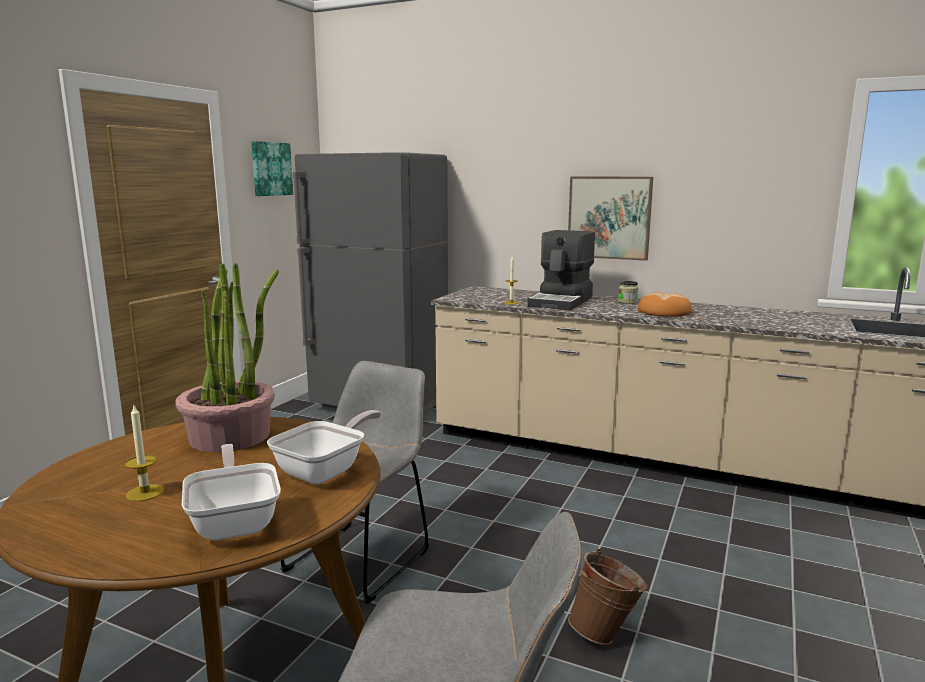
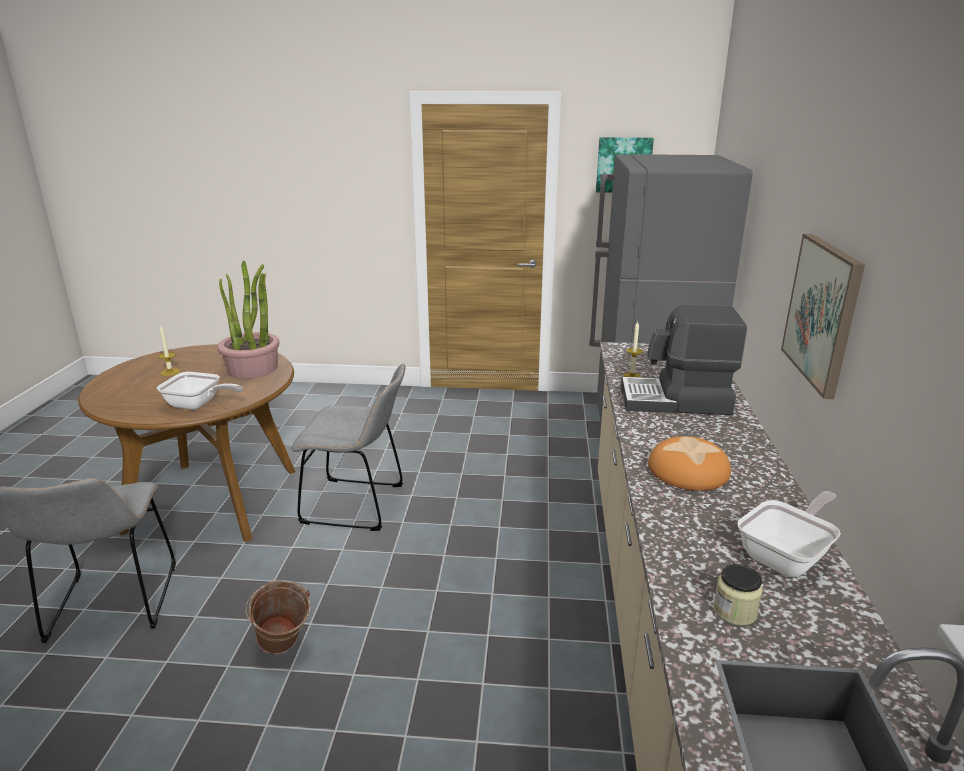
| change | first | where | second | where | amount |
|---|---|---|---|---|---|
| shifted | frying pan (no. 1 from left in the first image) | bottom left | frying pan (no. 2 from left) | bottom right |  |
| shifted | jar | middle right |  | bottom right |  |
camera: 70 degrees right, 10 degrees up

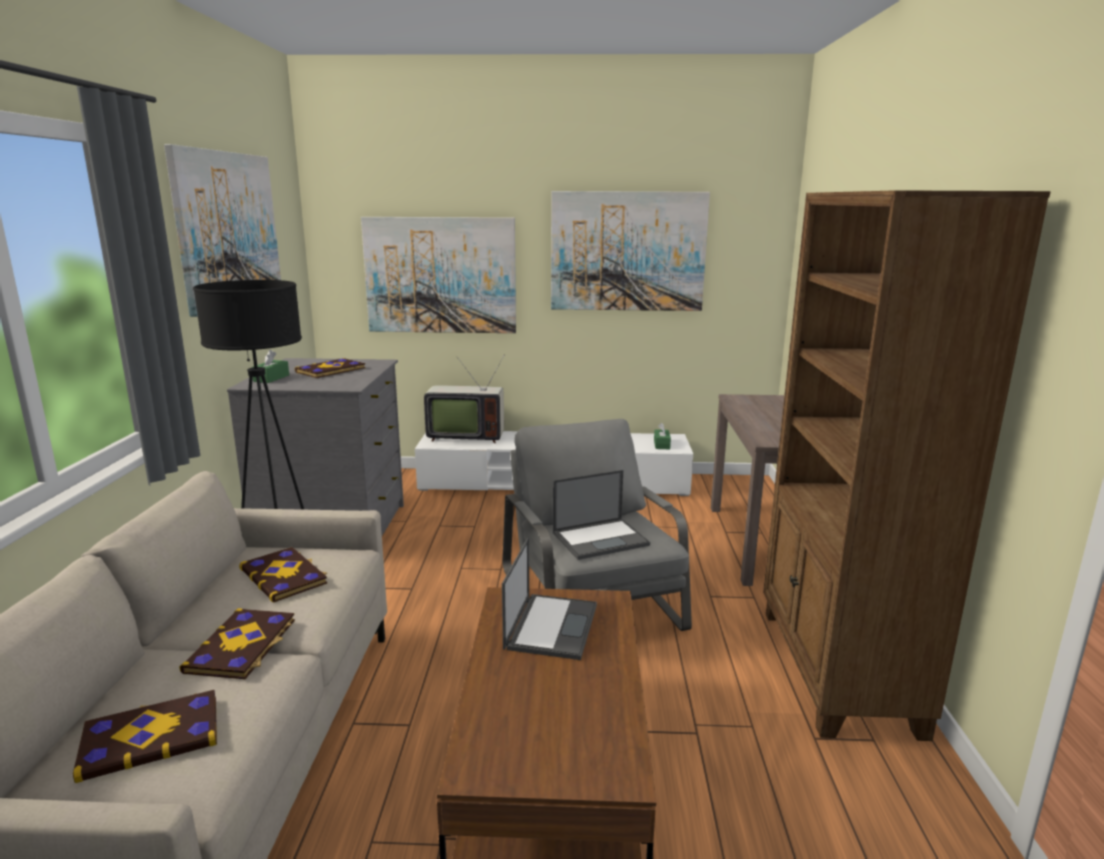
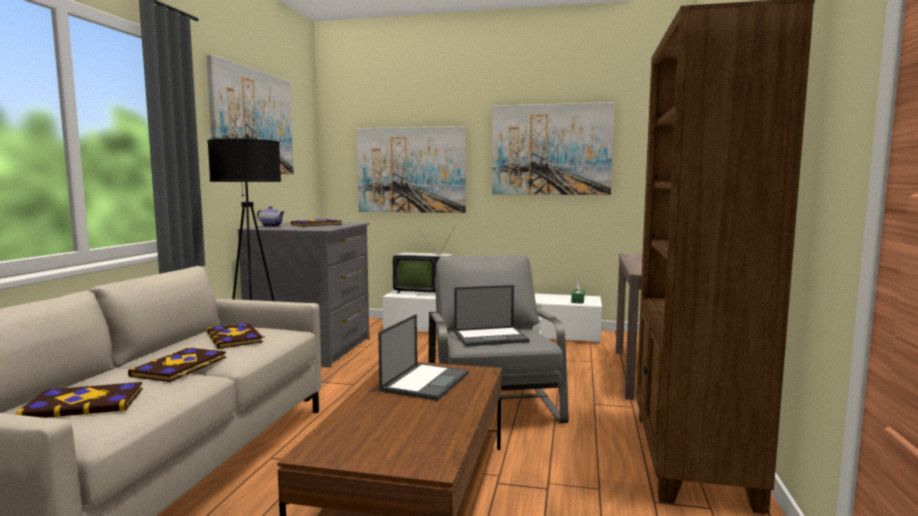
| change | first | where | second | where | amount |
|---|---|---|---|---|---|
| swapped | box of tissues/green-coloured (no. 1 from left) | middle left | pot for tea | middle left |  |
camera: 10 degrees right, 10 degrees down

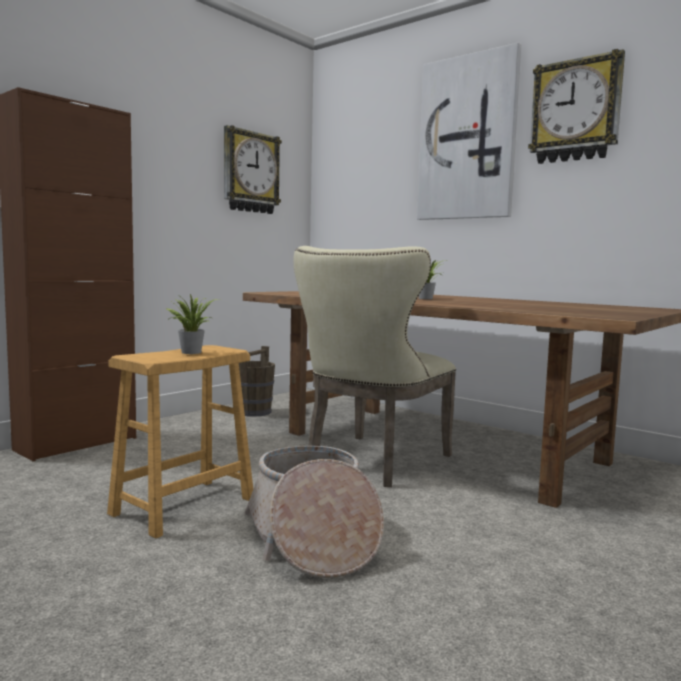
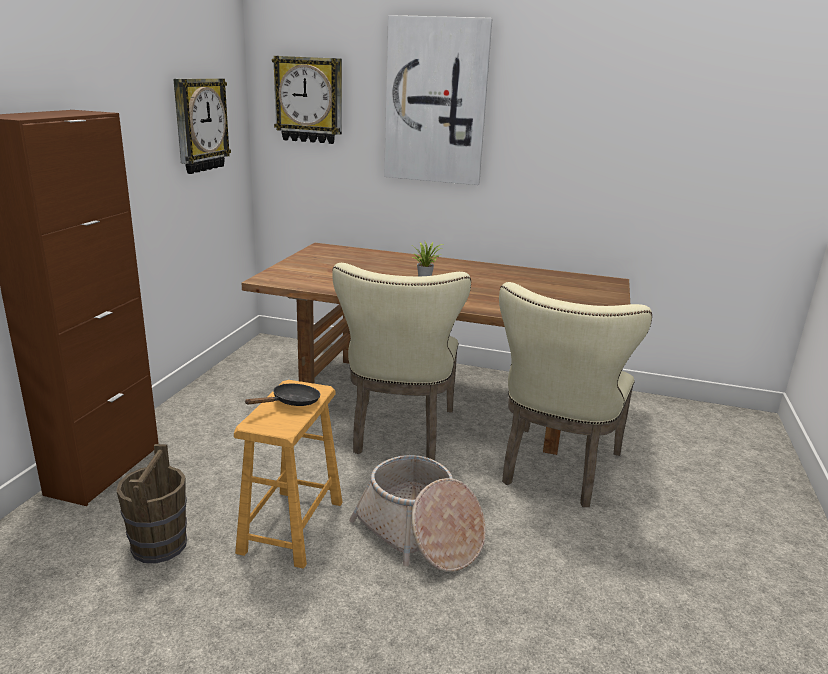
| change | first | where | second | where | amount |
|---|---|---|---|---|---|
| swapped | plant in a pot (no. 1 from left) | middle left | frying pan/black | centre |  |
| shifted | bucket/brown-coloured | centre |  | bottom left |  |
| shifted | hanging clock (no. 2 from left) | top right |  | top centre |  |
| new |  |  | chair/beige (no. 2 from left) | middle right |  |
camera: 25 degrees left, 15 degrees up

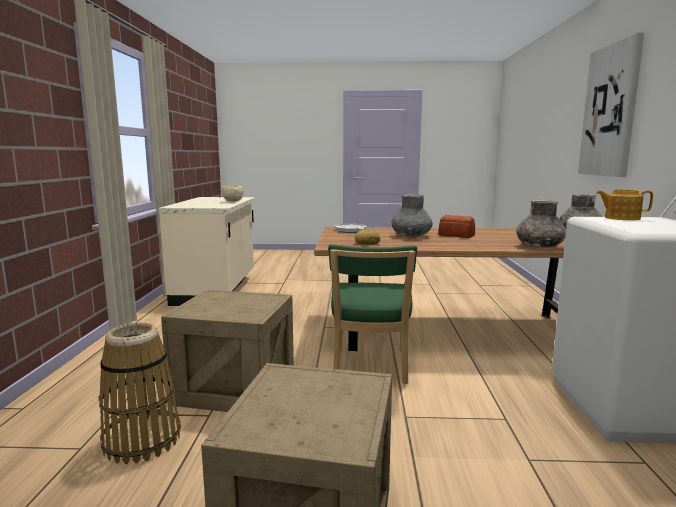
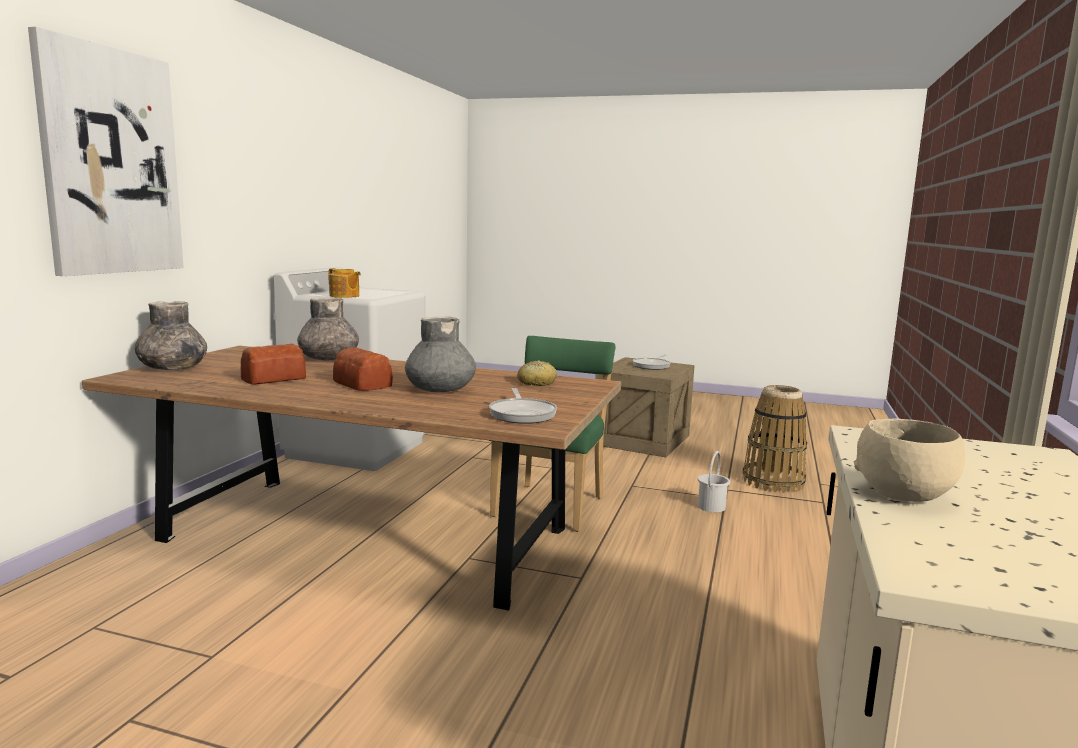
| change | first | where | second | where | amount |
|---|---|---|---|---|---|
| swapped | shipping crate (no. 1 from left) | bottom centre | bucket/white-coloured | centre |  |
| new |  |  | bakery bread (no. 1 from left) | middle left |  |
| new |  |  | frying pan (no. 2 from left) | centre |  |
camera: 165 degrees left, 0 degrees up

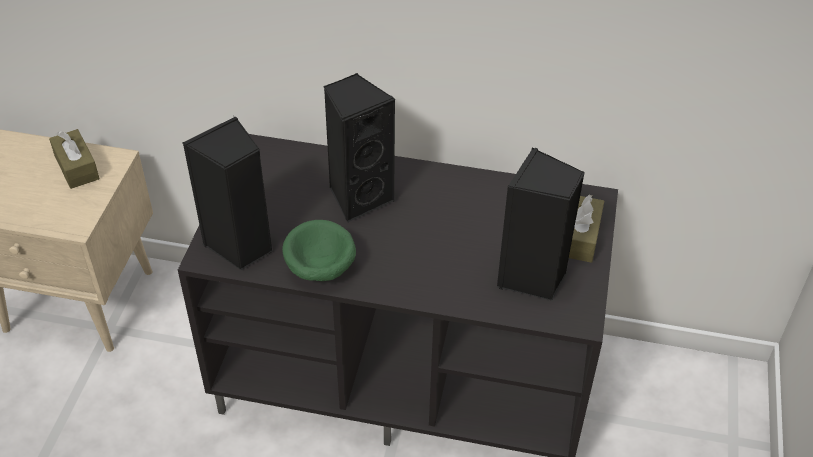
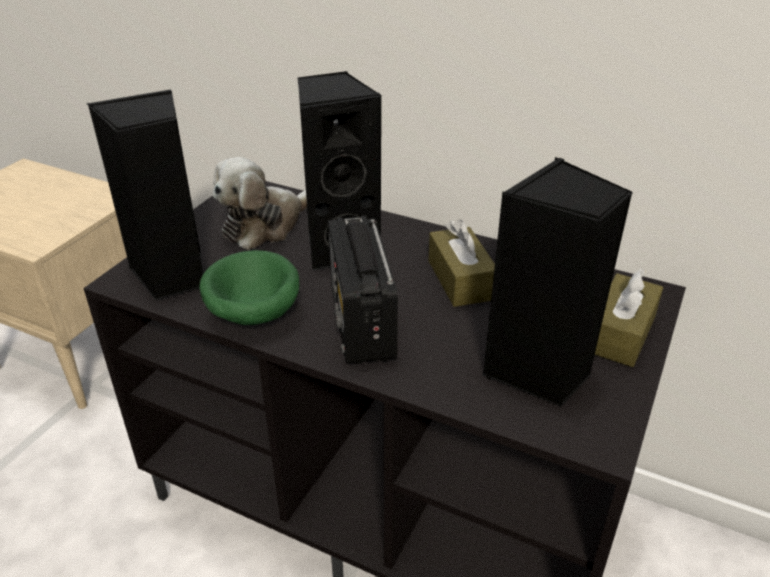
| change | first | where | second | where | amount |
|---|---|---|---|---|---|
| shifted | box of tissues/brown-coloured (no. 1 from left) | middle left |  | centre |  |
| new |  |  | plush toy | centre |  |
| new |  |  | radio receiver | centre |  |
camera: 15 degrees right, 10 degrees down

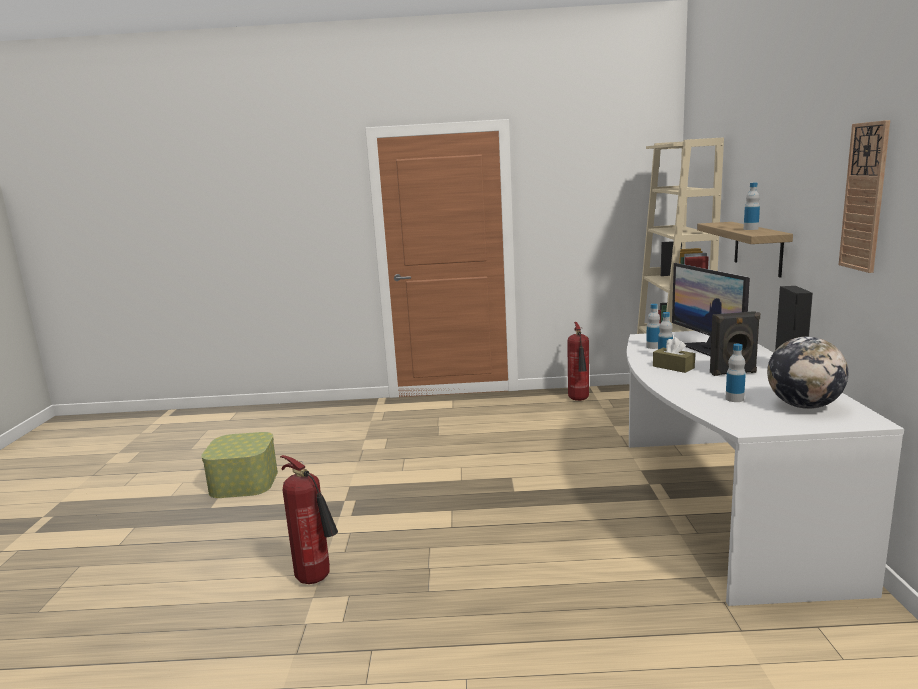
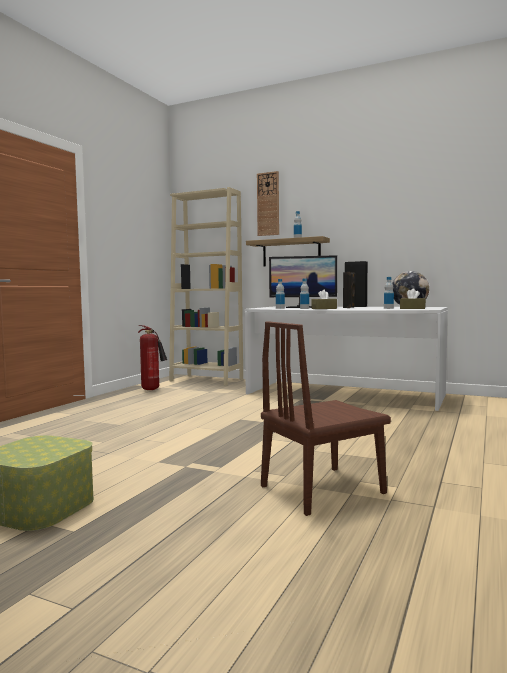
| change | first | where | second | where | amount |
|---|---|---|---|---|---|
| swapped | fire extinguisher (no. 1 from left) | bottom centre | chair/brown-coloured | centre |  |
| shifted | hanging clock | top right |  | top centre |  |
| new |  |  | box of tissues/brown-coloured (no. 2 from left) | middle right |  |
camera: 65 degrees left, 10 degrees down

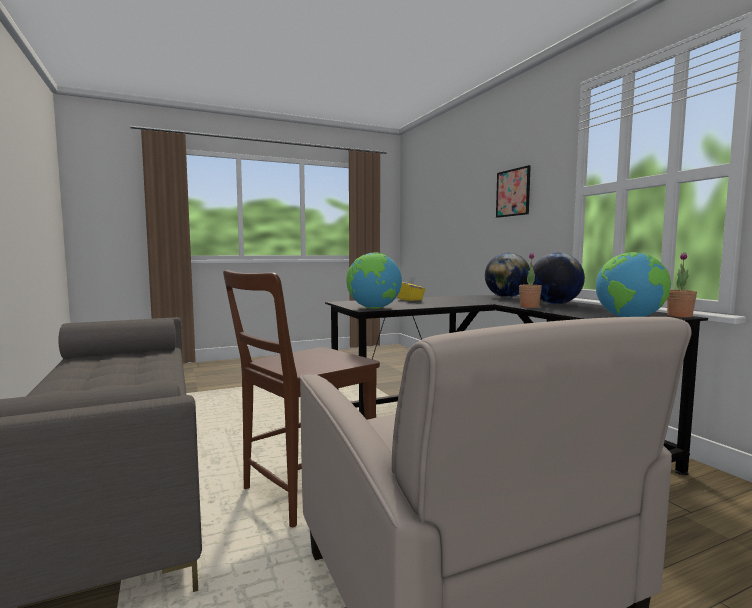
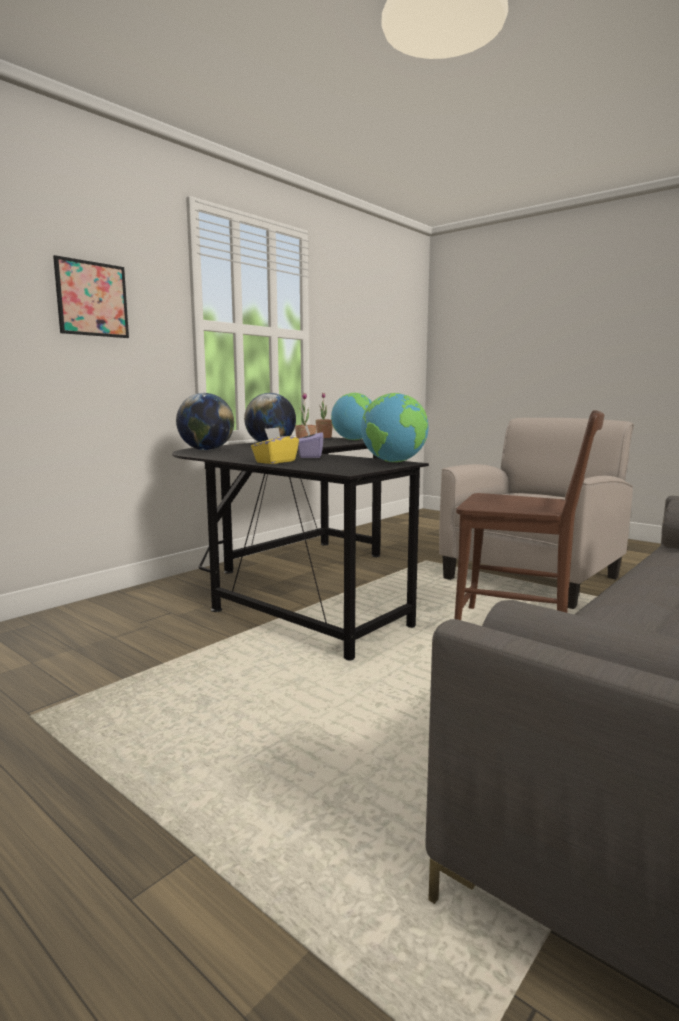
| change | first | where | second | where | amount |
|---|---|---|---|---|---|
| new |  |  | box of tissues/purple-coloured | centre |  |
camera: 115 degrees left, 5 degrees up

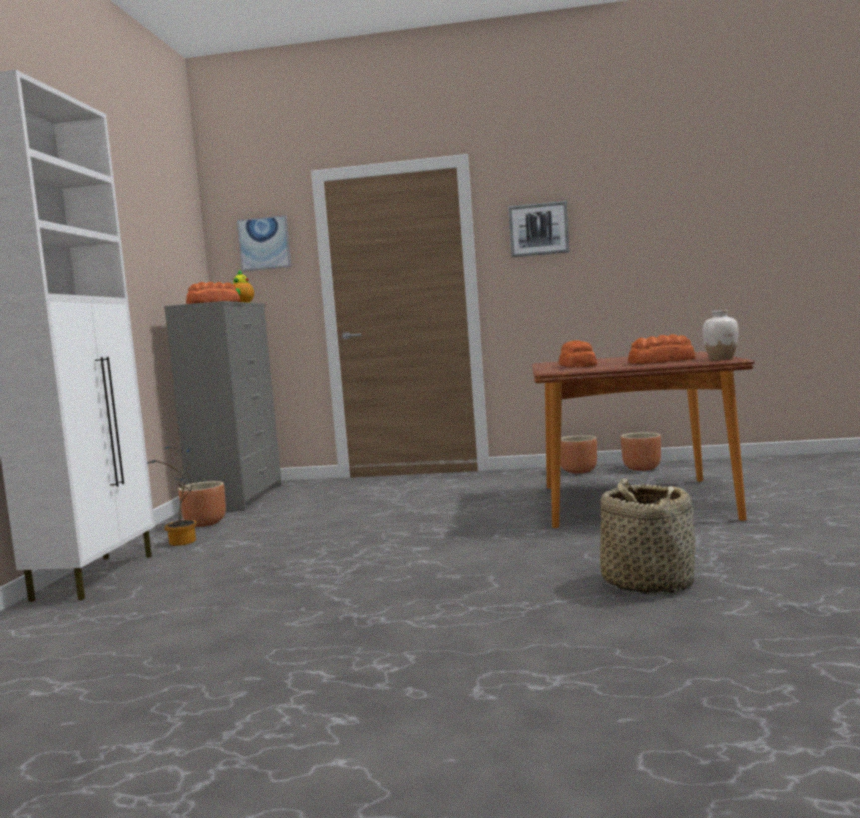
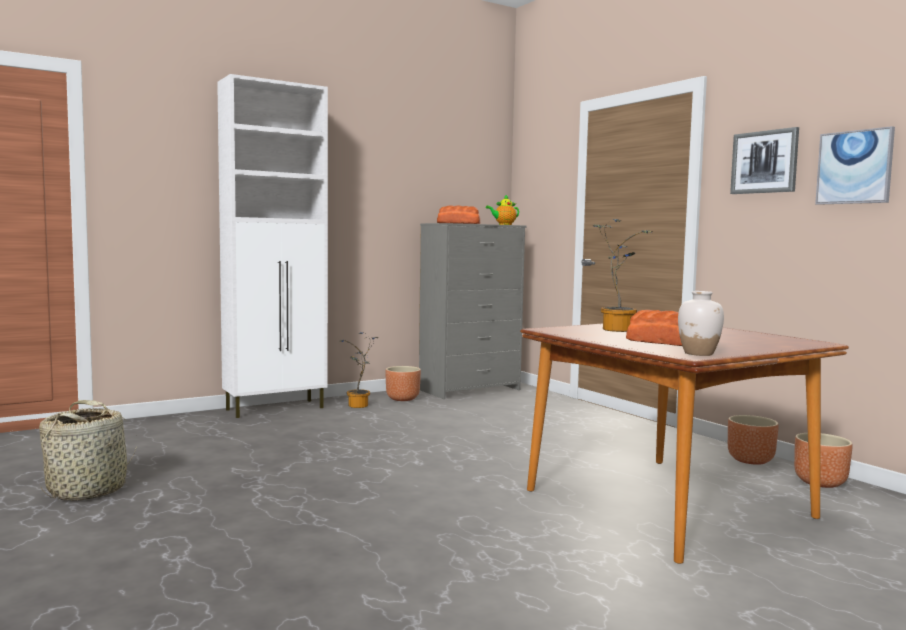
| change | first | where | second | where | amount |
|---|---|---|---|---|---|
| shifted | picture (no. 1 from left in the first image) | top left | picture (no. 2 from left) | top right |  |
| swapped | bakery bread (no. 2 from left) | middle right | plant in a pot (no. 2 from left) | middle right |  |
| shifted | household basket | middle right |  | bottom left |  |
camera: 50 degrees right, 0 degrees up

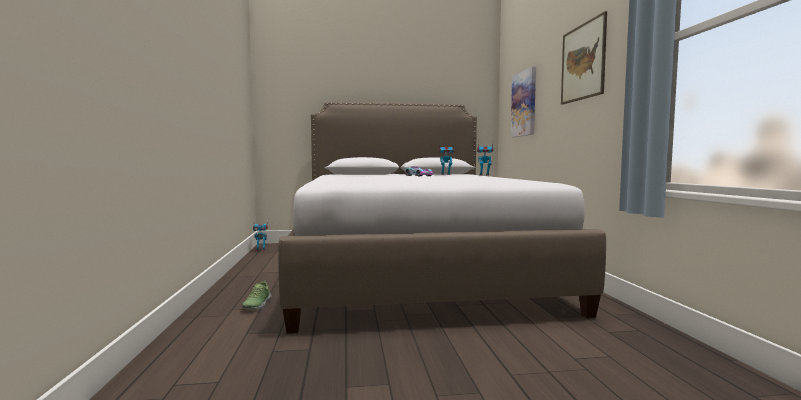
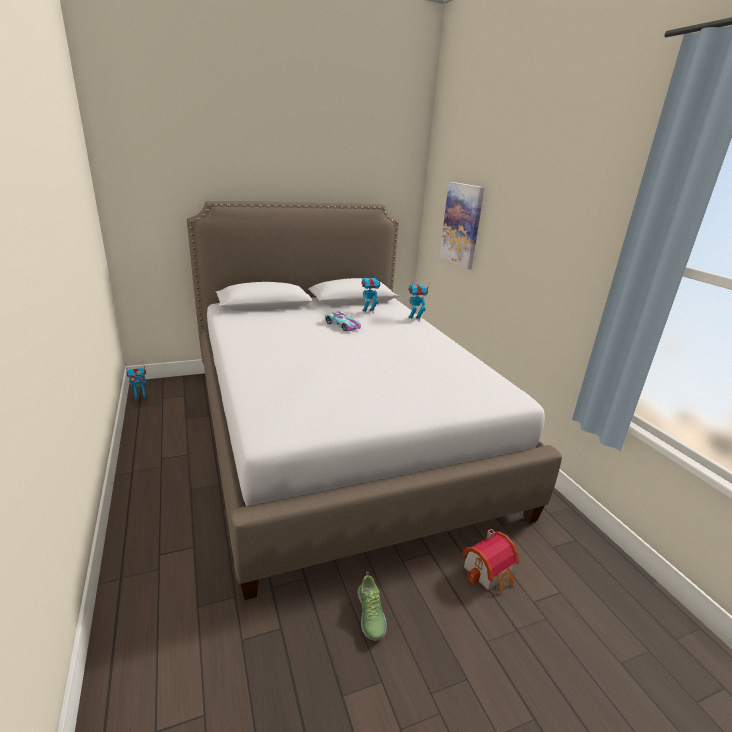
| change | first | where | second | where | amount |
|---|---|---|---|---|---|
| shifted | low shoe | bottom left |  | bottom centre |  |
| gone | picture (no. 2 from left) | top right |  |  |  |
| new |  |  | miniature house | bottom right |  |
camera: 15 degrees left, 20 degrees up

